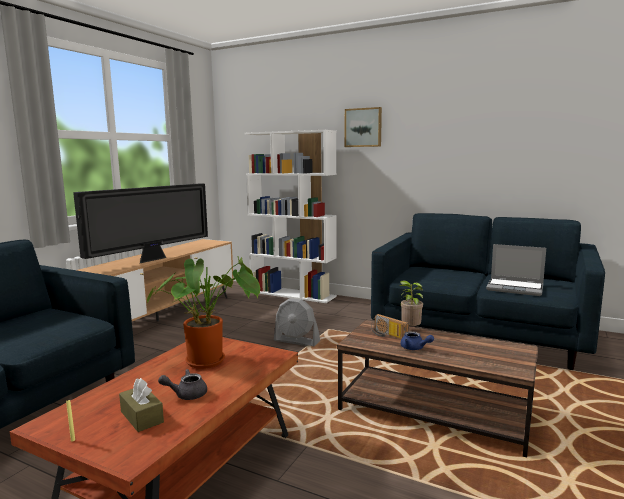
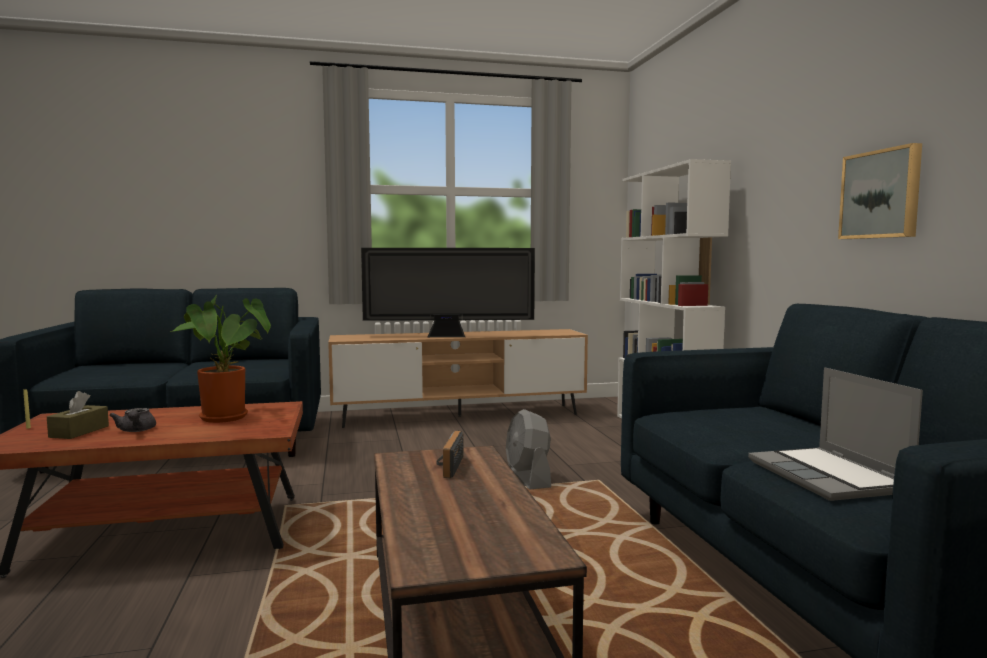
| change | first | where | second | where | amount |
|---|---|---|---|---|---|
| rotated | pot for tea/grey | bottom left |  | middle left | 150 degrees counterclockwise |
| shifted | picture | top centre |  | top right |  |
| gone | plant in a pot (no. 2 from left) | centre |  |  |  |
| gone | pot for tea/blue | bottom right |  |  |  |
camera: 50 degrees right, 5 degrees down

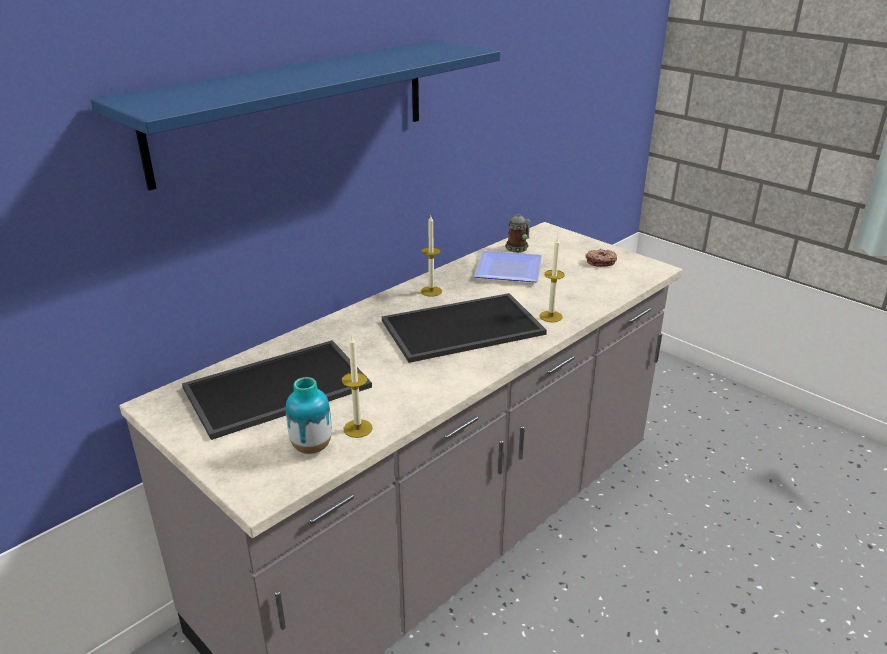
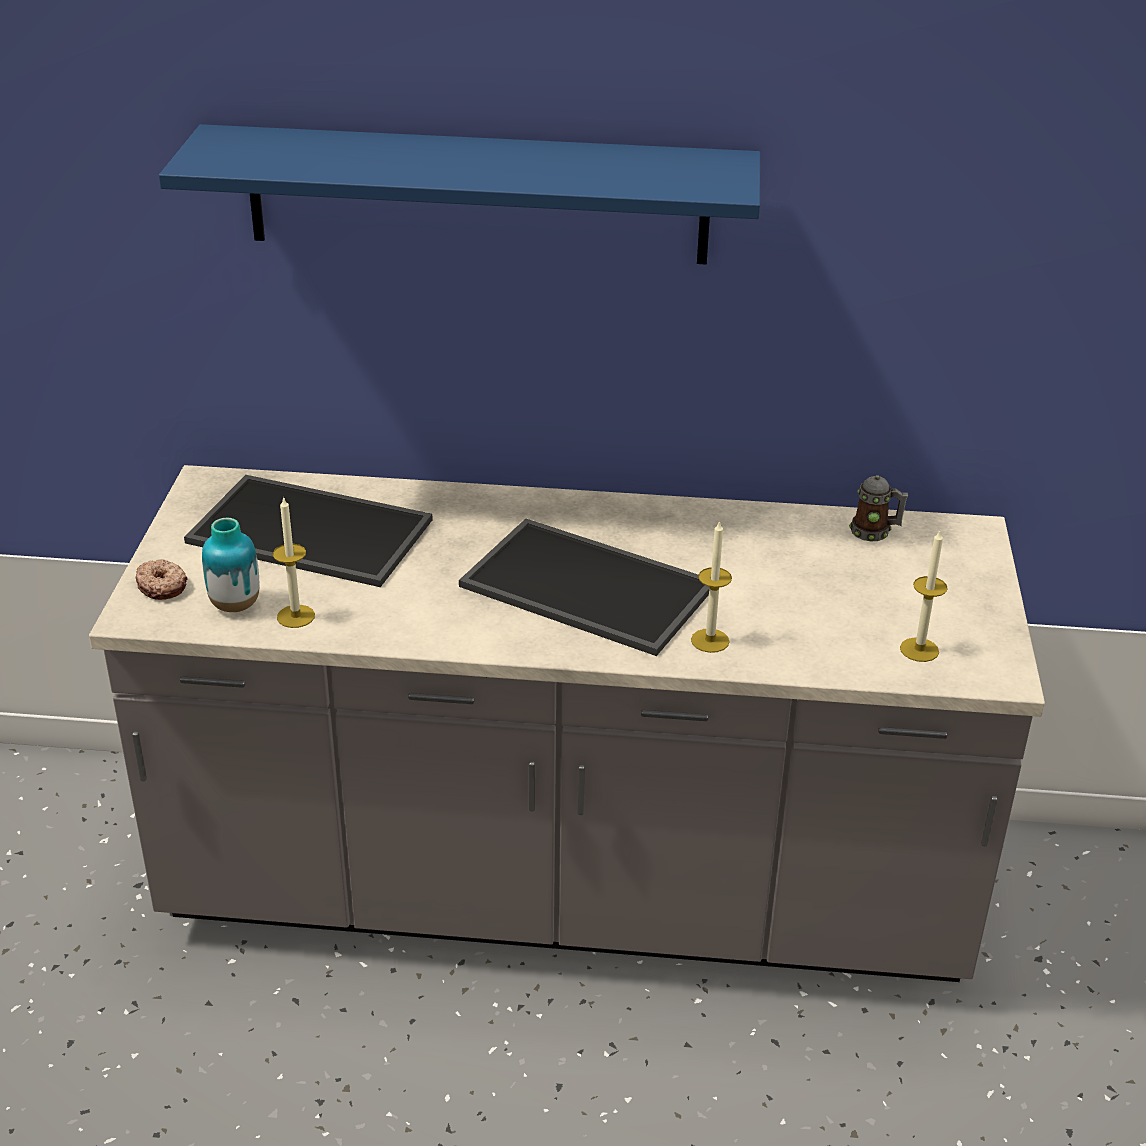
| change | first | where | second | where | amount |
|---|---|---|---|---|---|
| shifted | wax light (no. 2 from left in the first image) | centre | wax light (no. 3 from left) | middle right |  |
| gone | flat dish | centre |  |  |  |
| shifted | doughnut | middle right |  | middle left |  |
camera: 50 degrees right, 5 degrees up

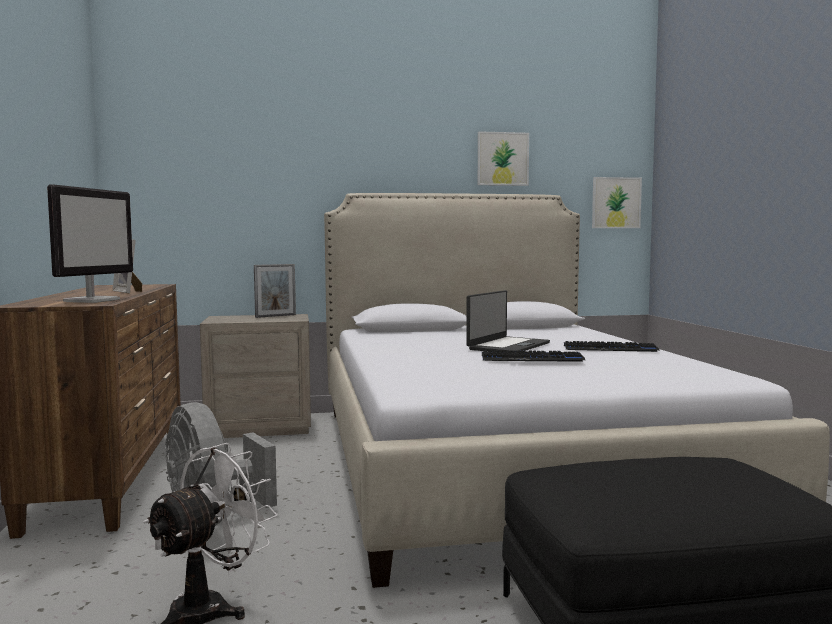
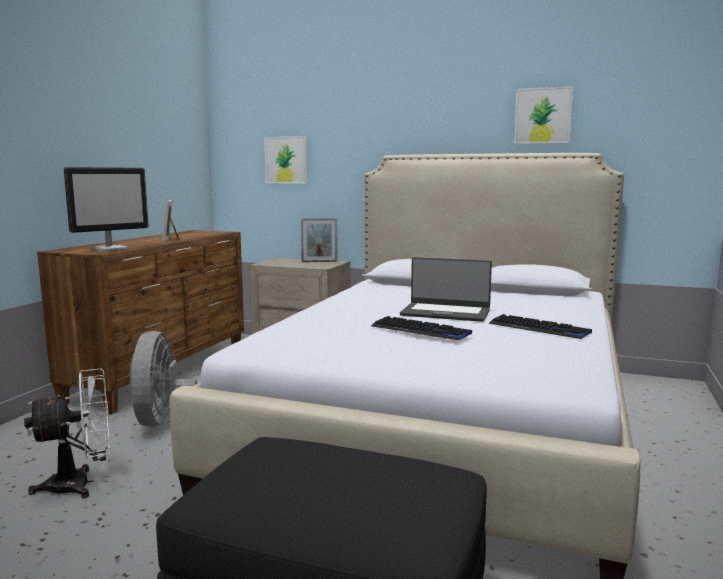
| change | first | where | second | where | amount |
|---|---|---|---|---|---|
| rotated | portable computer | centre |  | centre | 45 degrees clockwise |
| shifted | picture (no. 2 from left in the first image) | top right | picture (no. 1 from left) | top centre |  |
camera: 30 degrees right, 5 degrees up

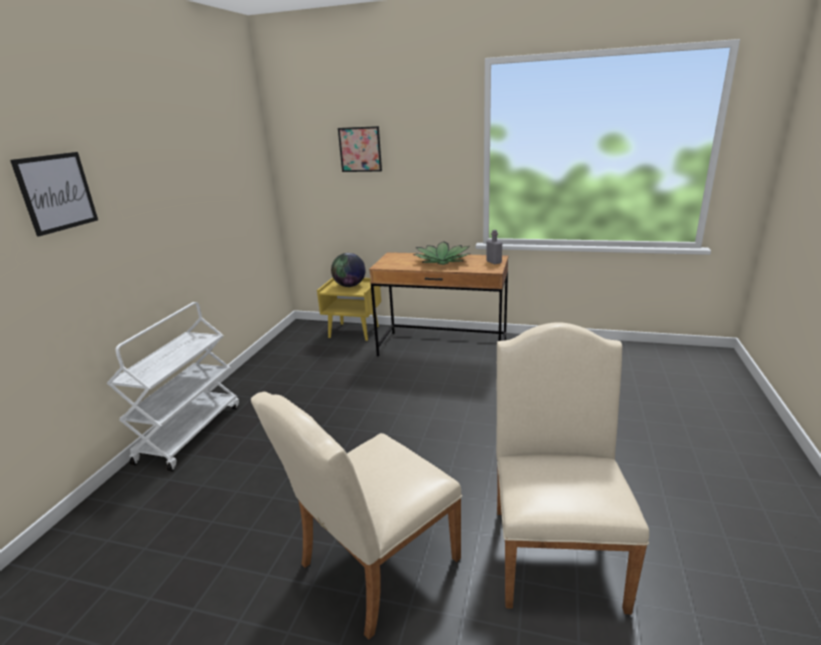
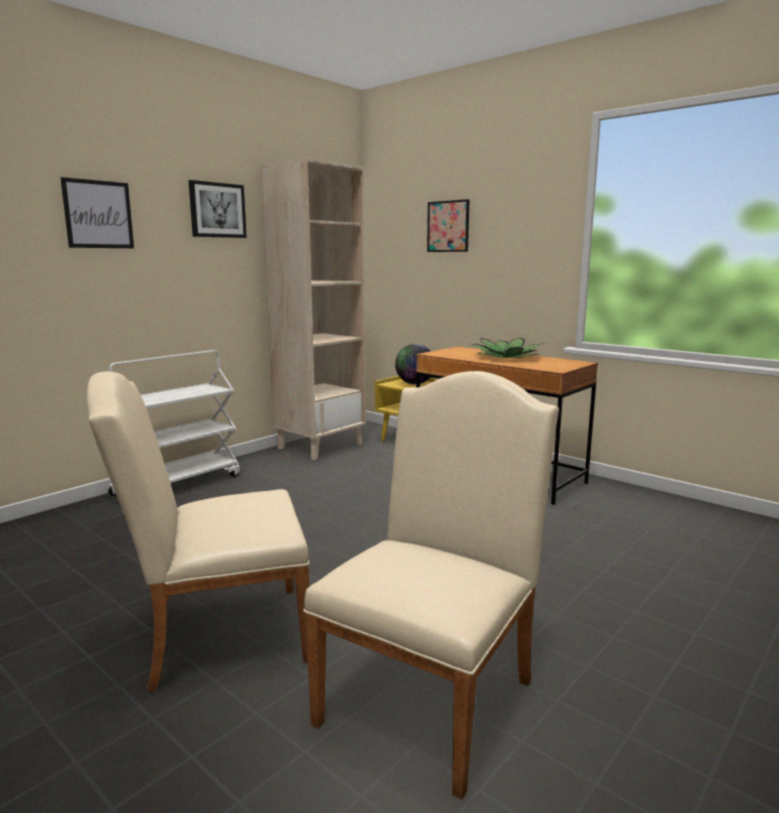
| change | first | where | second | where | amount |
|---|---|---|---|---|---|
| gone | beverage bottle/grey | centre |  |  |  |
| new |  |  | picture (no. 2 from left) | top left |  |
| new |  |  | bookshelf/beige | centre |  |
camera: 25 degrees right, 10 degrees down

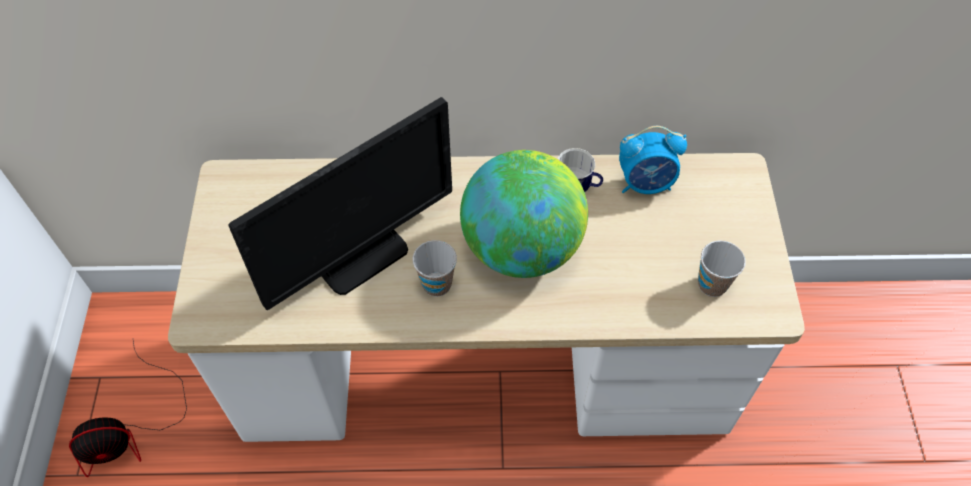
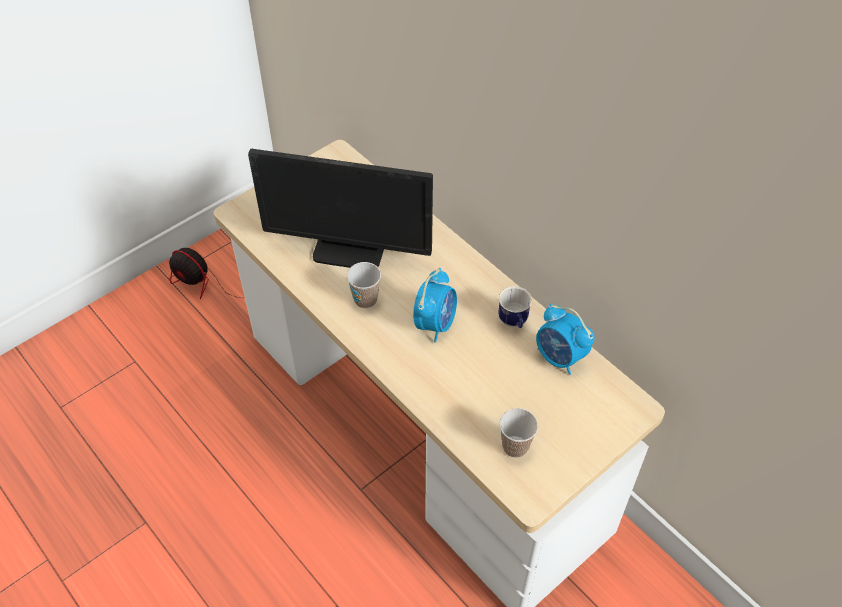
| change | first | where | second | where | amount |
|---|---|---|---|---|---|
| swapped | desk globe | centre | table clock (no. 1 from left) | centre |  |
camera: 50 degrees right, 5 degrees down

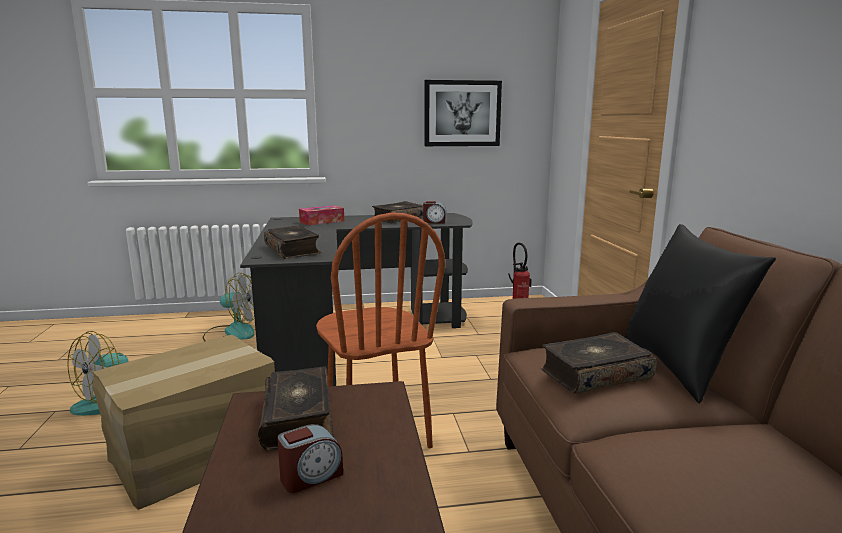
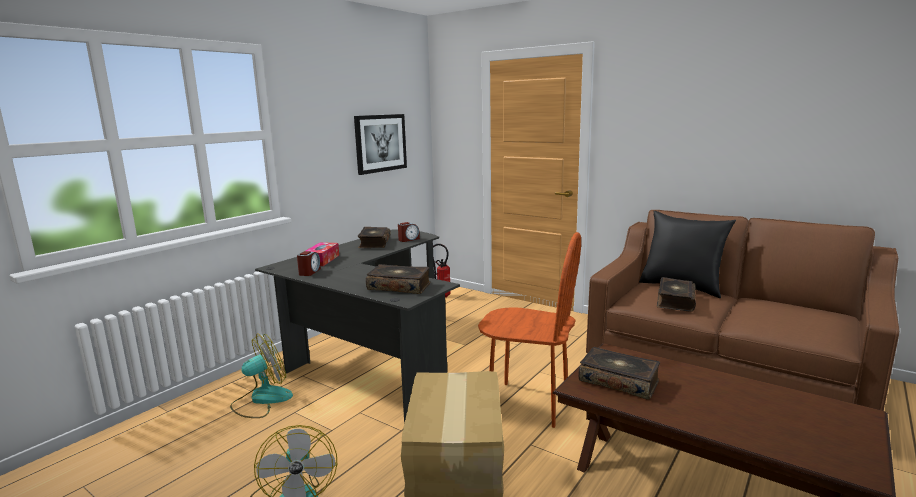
| change | first | where | second | where | amount |
|---|---|---|---|---|---|
| shifted | table clock (no. 1 from left) | bottom centre |  | centre |  |
camera: 45 degrees left, 0 degrees up

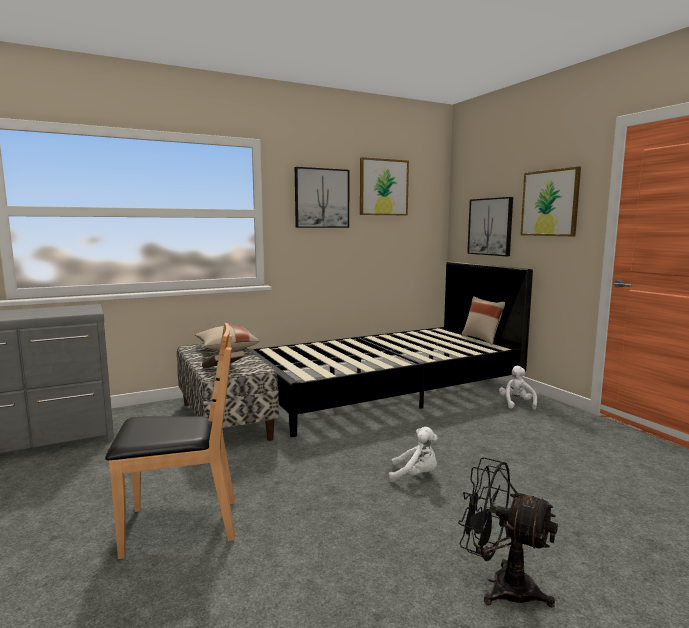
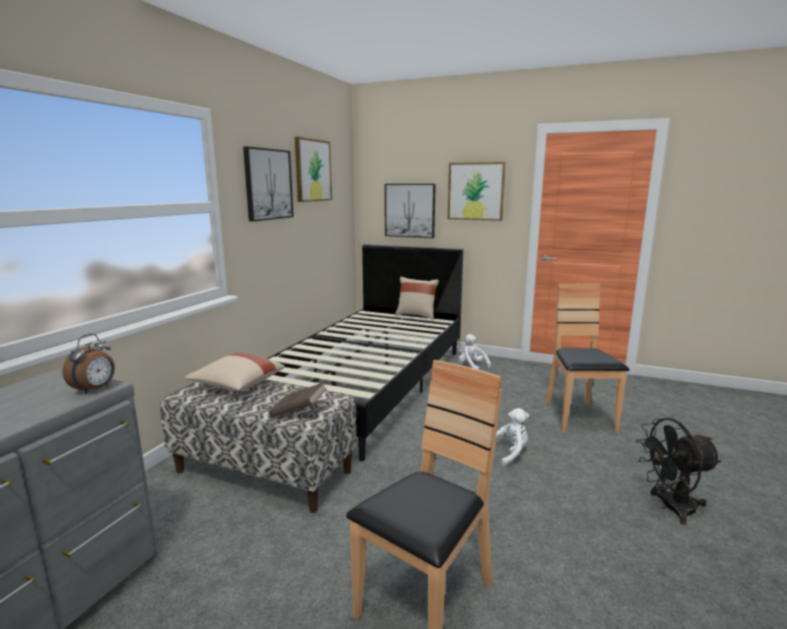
| change | first | where | second | where | amount |
|---|---|---|---|---|---|
| new |  |  | table clock | middle left |  |
| new |  |  | chair/brown-coloured (no. 2 from left) | middle right |  |
camera: 40 degrees left, 5 degrees up

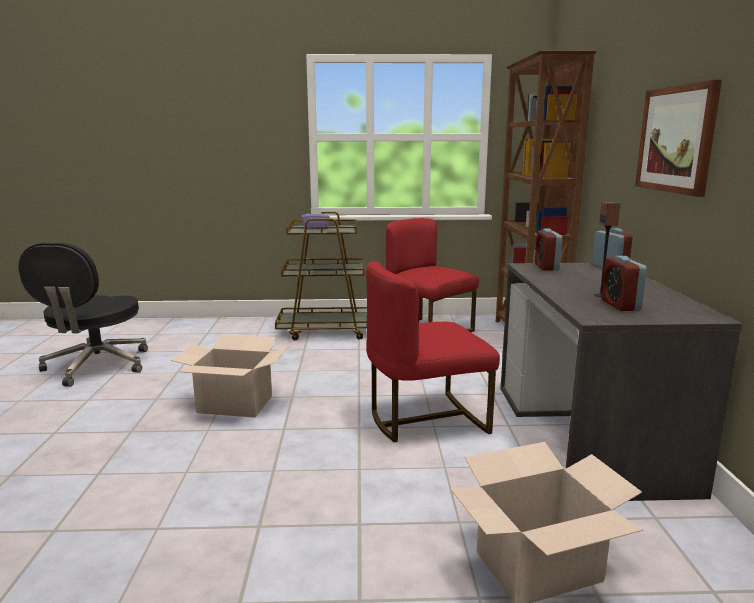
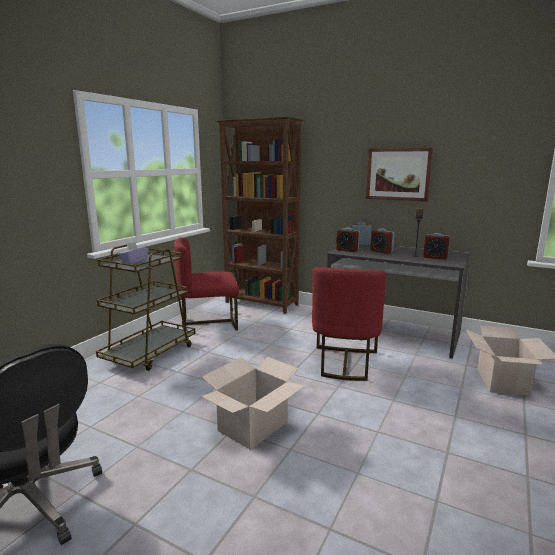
| change | first | where | second | where | amount |
|---|---|---|---|---|---|
| new |  |  | table clock (no. 3 from left) | middle right |  |
camera: 60 degrees left, 0 degrees up

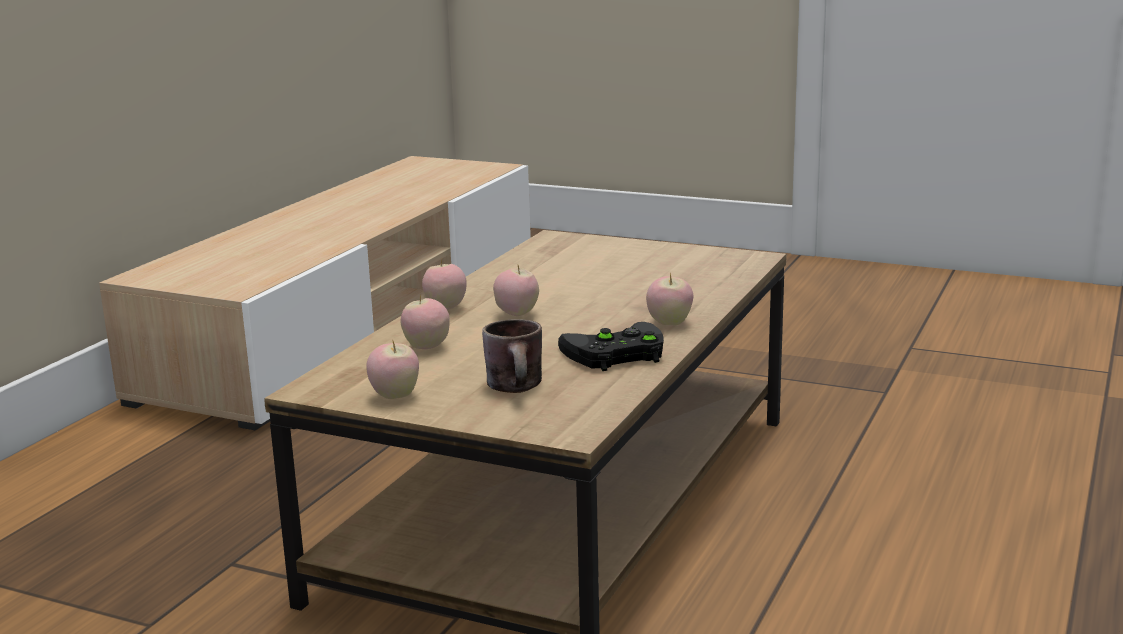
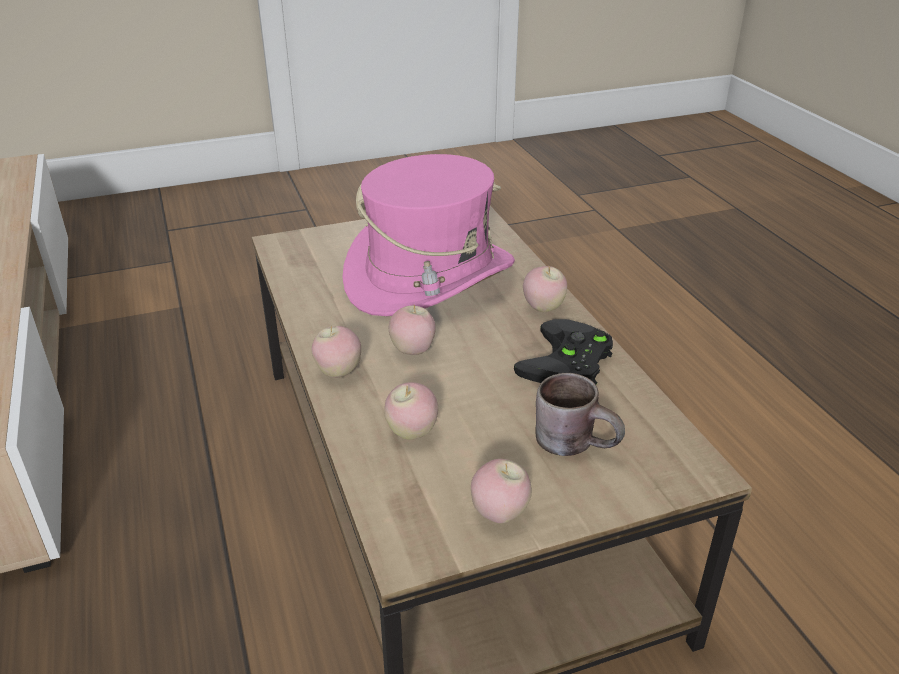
| change | first | where | second | where | amount |
|---|---|---|---|---|---|
| new |  |  | hat/pinkish | centre |  |
camera: 45 degrees left, 15 degrees up

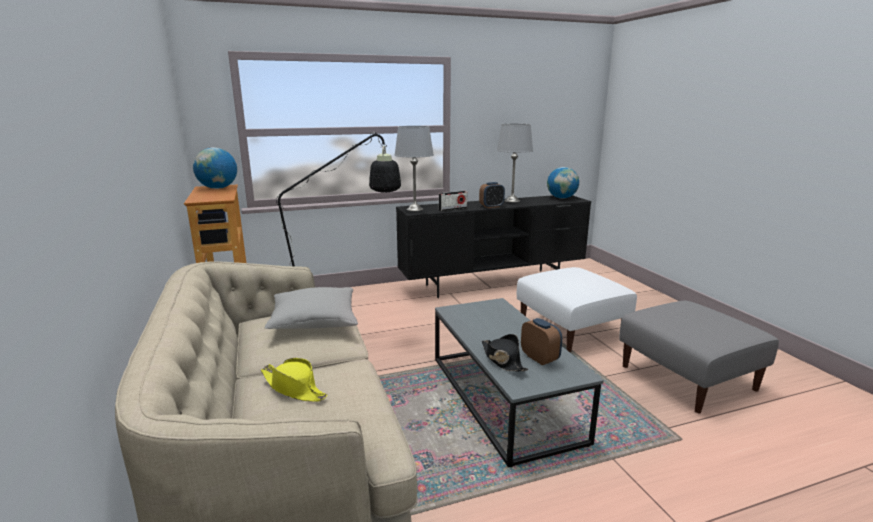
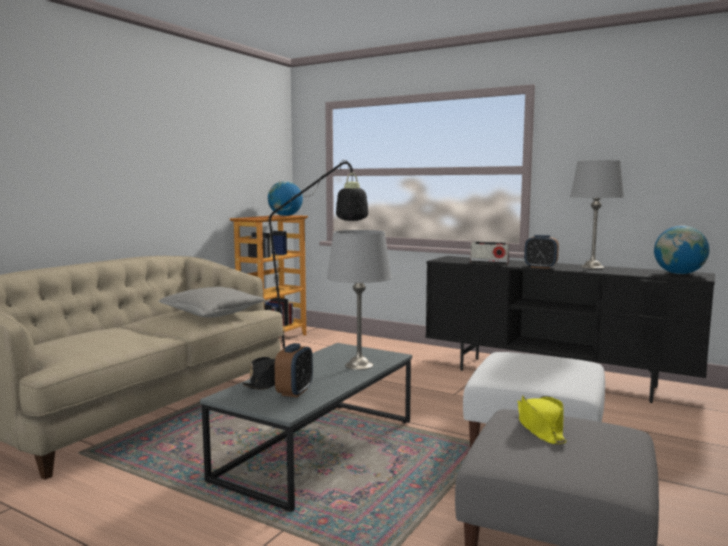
| change | first | where | second | where | amount |
|---|---|---|---|---|---|
| shifted | hat/yellow | bottom centre |  | bottom right |  |
| shifted | lamp for a table/grey (no. 1 from left) | top centre |  | centre |  |
camera: 50 degrees right, 10 degrees down

